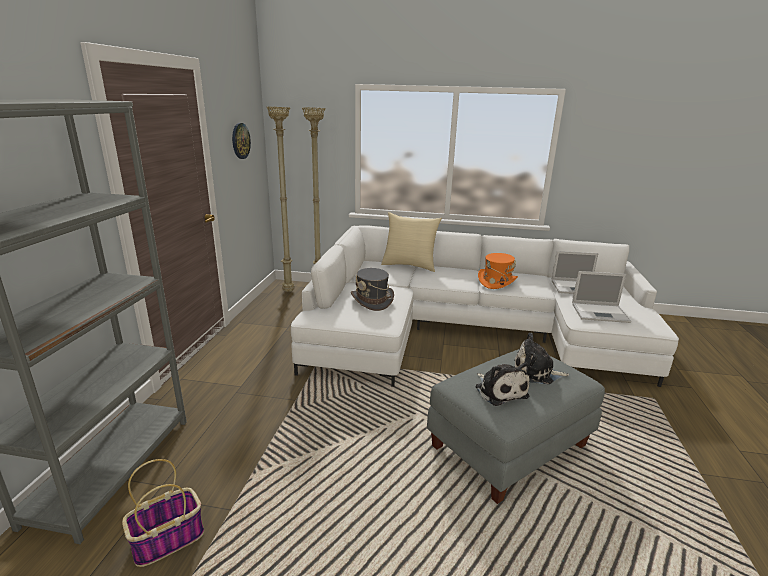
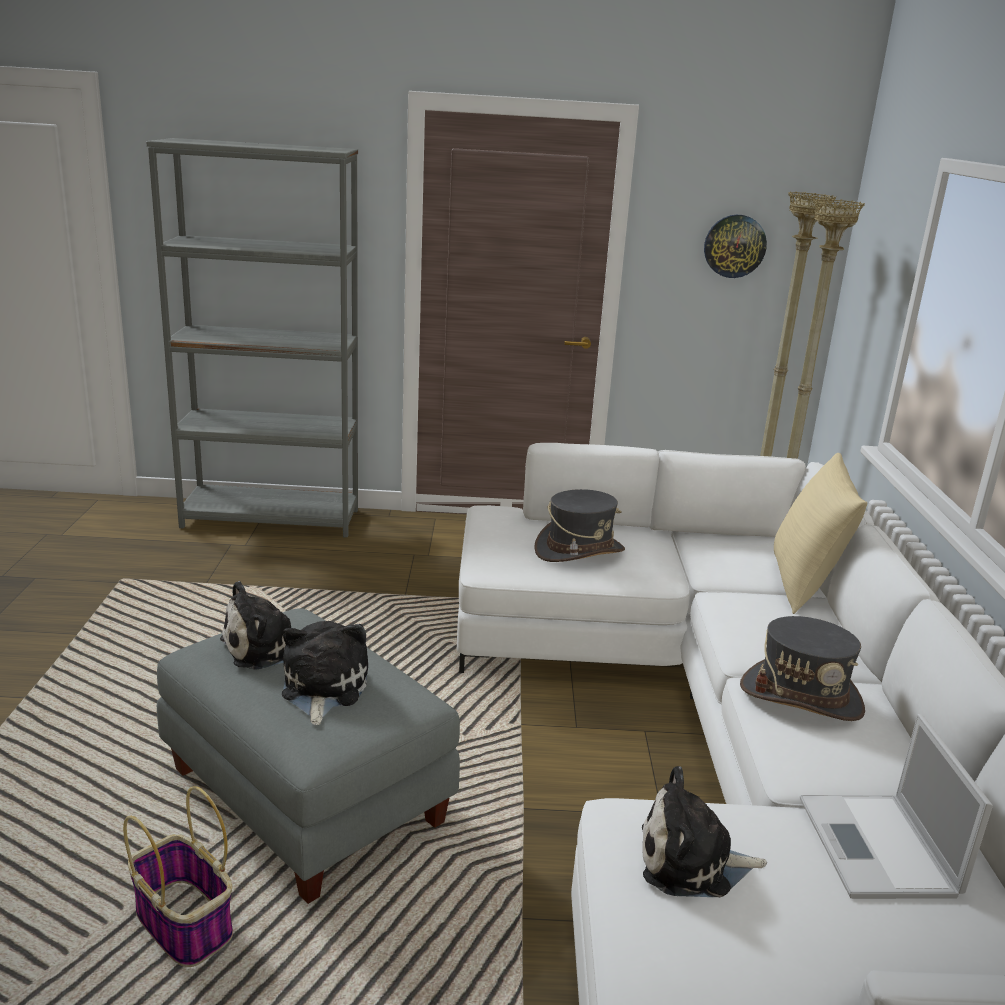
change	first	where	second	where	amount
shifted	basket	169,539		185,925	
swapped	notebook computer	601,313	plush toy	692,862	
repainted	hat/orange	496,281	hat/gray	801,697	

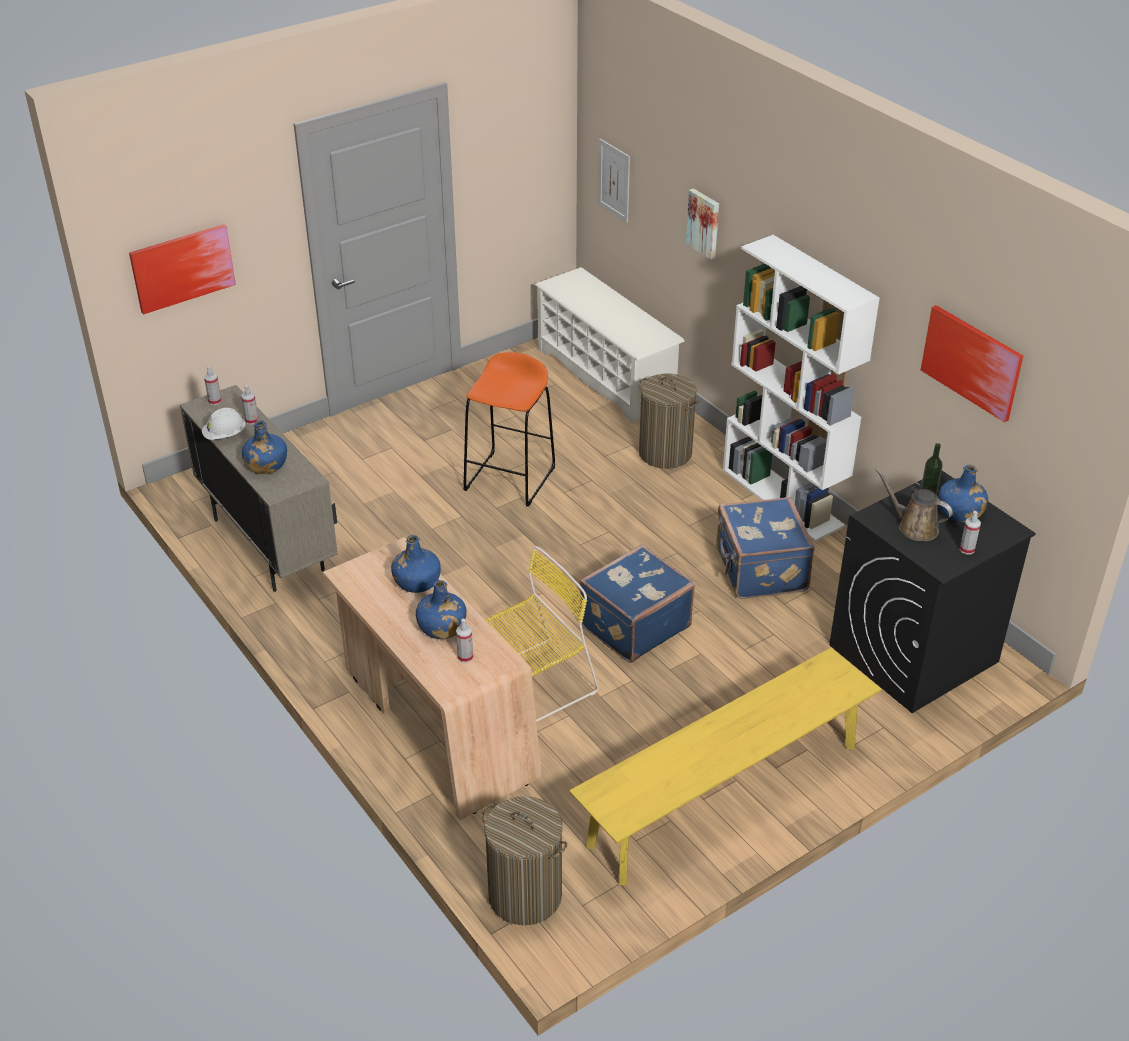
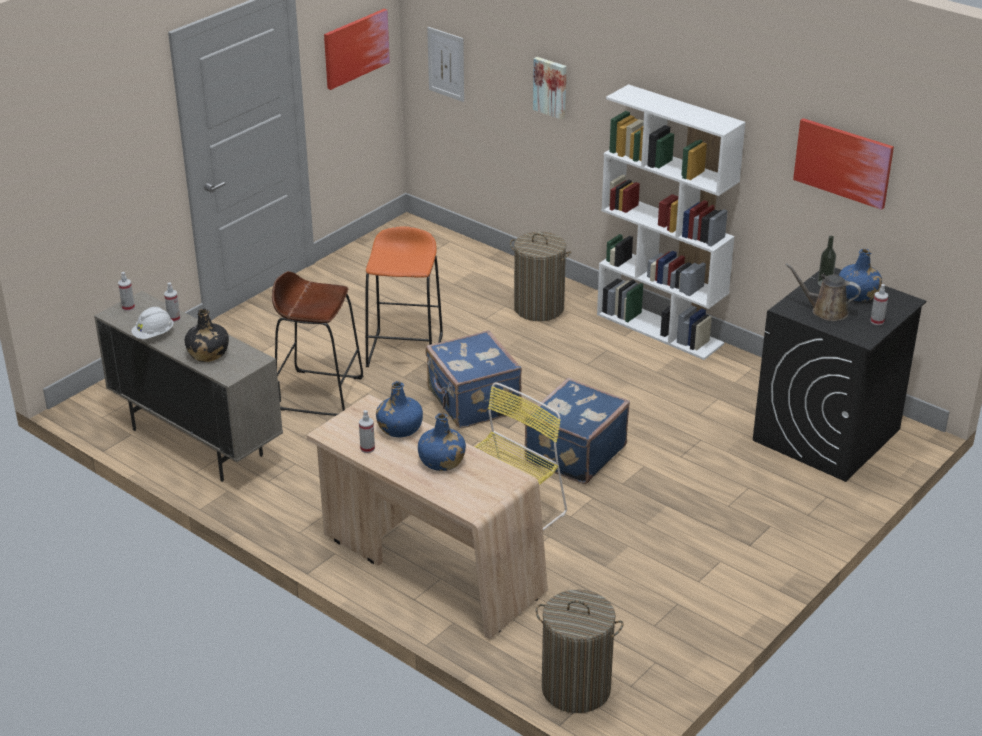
change	first	where	second	where	amount
repainted	drink bottle/blue-coloured	266,465	drink bottle/black-coloured	207,354	
new			stool seat/brownish	319,393	
shifted	picture	182,268		356,48	
shifted	spray bottle	465,657		367,448	
shifted	piece of luggage/blue-coloured	759,570		472,402	
gone	shoe stand/white	606,376			
gone	long seat/yellow	725,795			

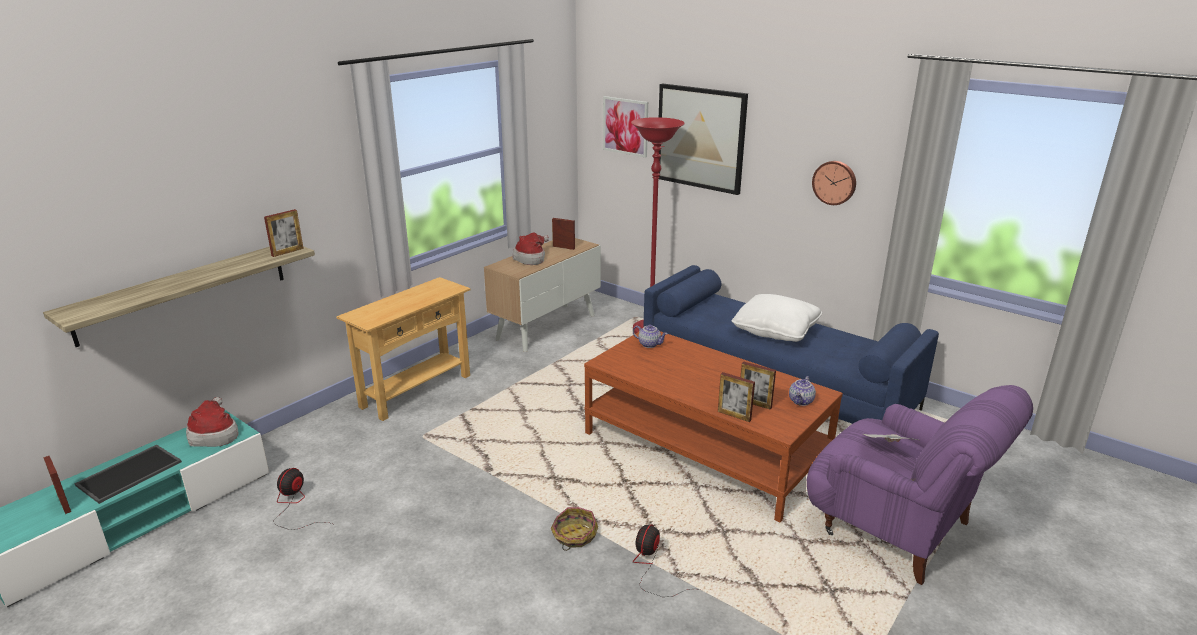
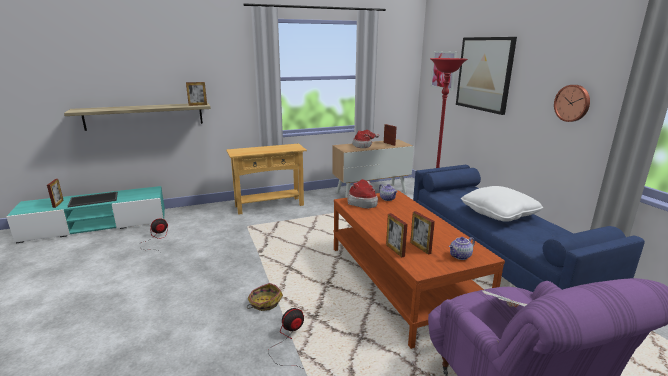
change	first	where	second	where	amount
shifted	hat	214,434		363,202	

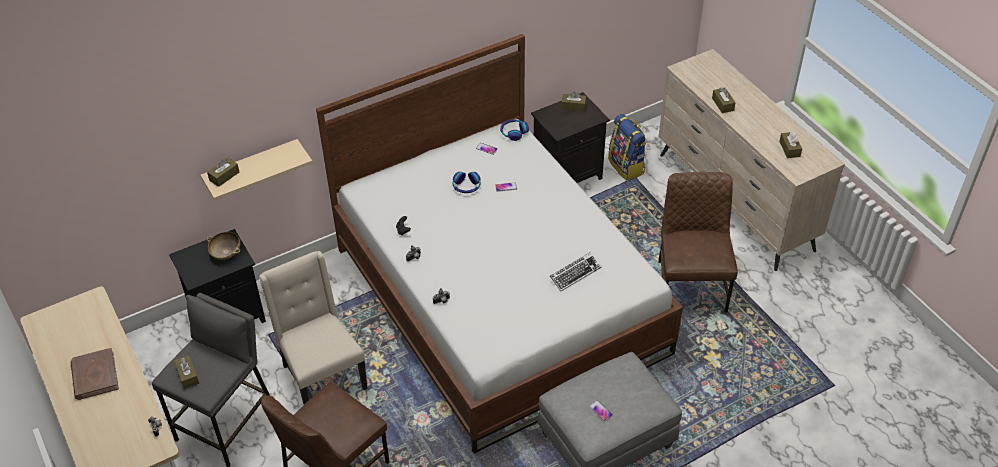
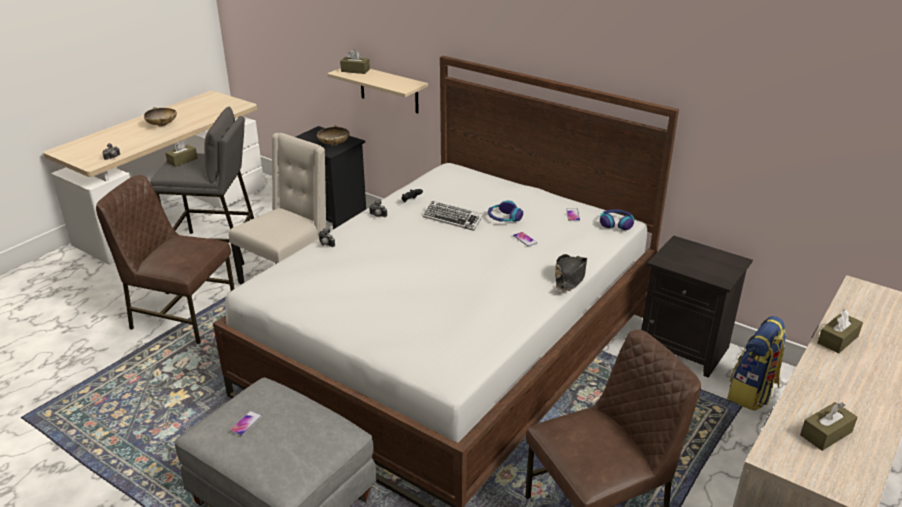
change	first	where	second	where	amount
swapped	bound book/brownish	94,376	bowl/beige	162,124	
shifted	PC keyboard	575,273		452,219	
new			hat/black-coloured	570,277	
gone	box of tissues/brownish	573,106			

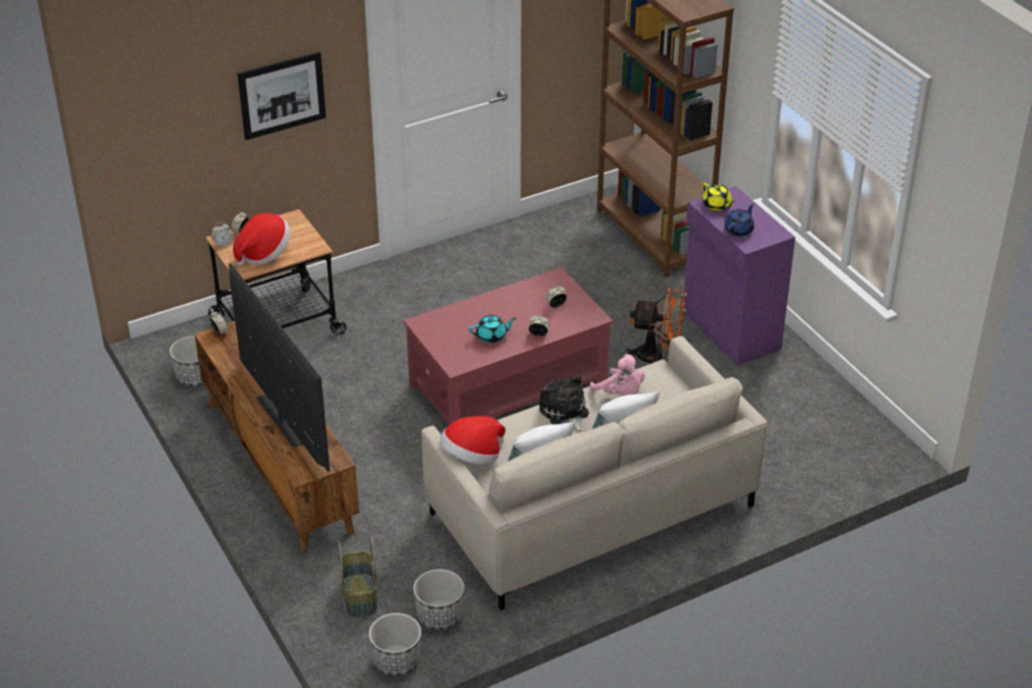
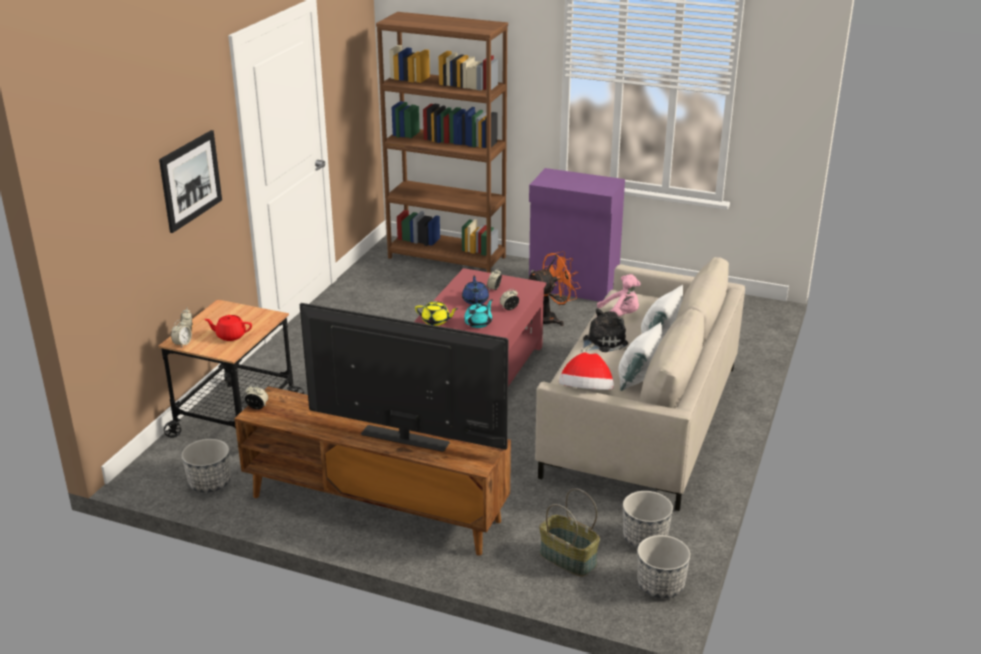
change	first	where	second	where	amount
swapped	hat	263,253	tea pot/red	230,336	
shifted	tea pot/yellow	716,205		436,321	
shifted	tea pot/blue-coloured	739,230		475,300	
rotated	plush toy	564,413		602,342	120 degrees clockwise

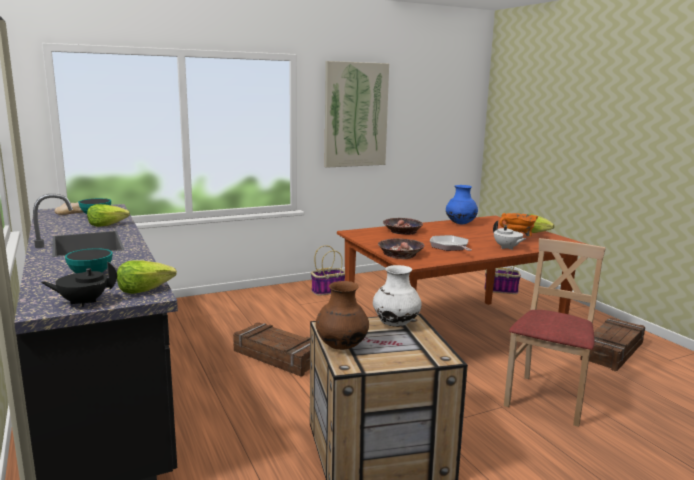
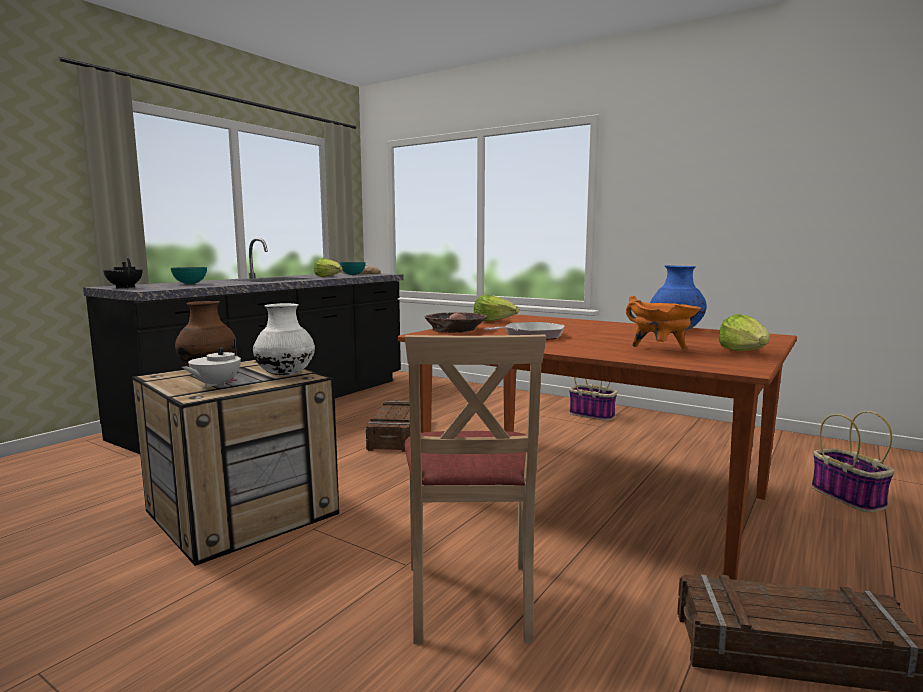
change	first	where	second	where	amount
shifted	tea pot/white	507,248		215,385	
rotated	upright chair/beige	547,399		470,599	90 degrees clockwise
shifted	lettuce	144,290		494,321	
gone	picture	355,115			
gone	bowl	402,231			

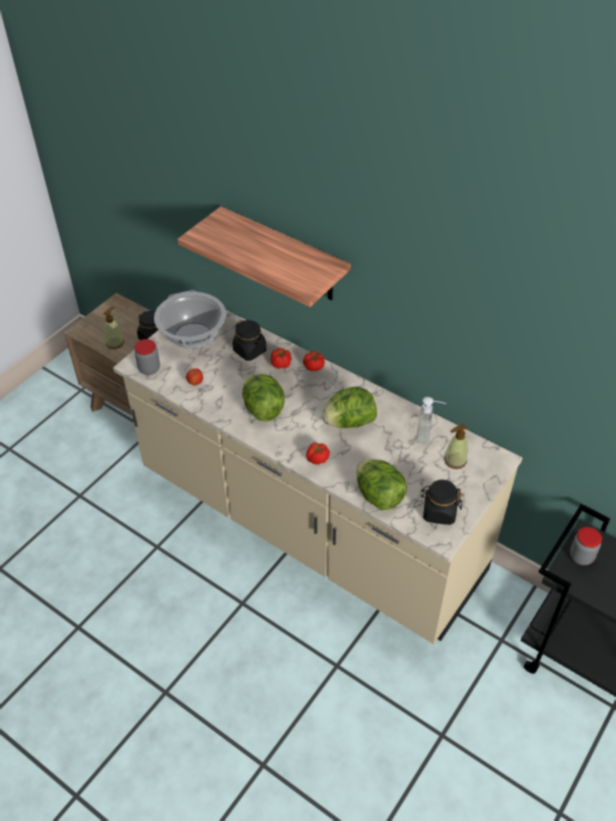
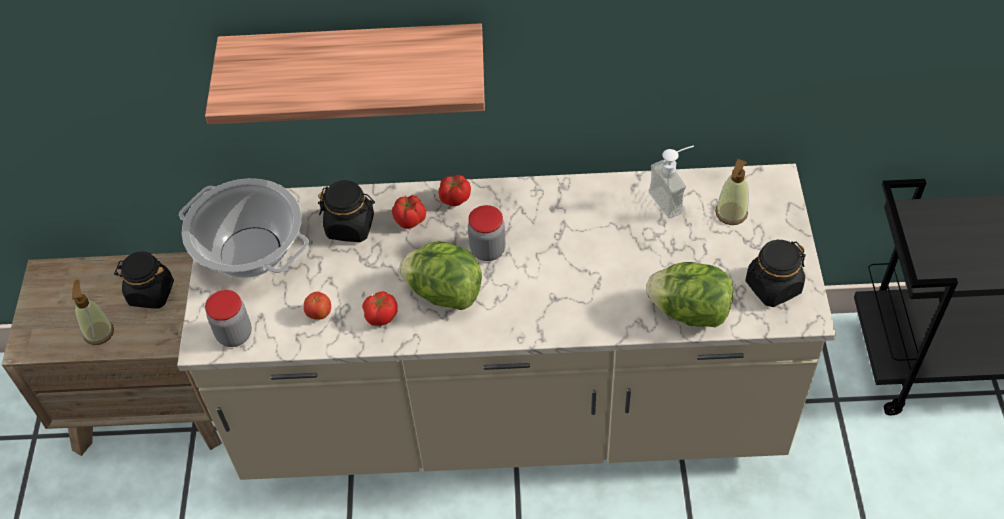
change	first	where	second	where	amount
shifted	fresh tomato	317,459		381,316	
shifted	jar	581,556		488,250	
gone	lettuce	349,422			

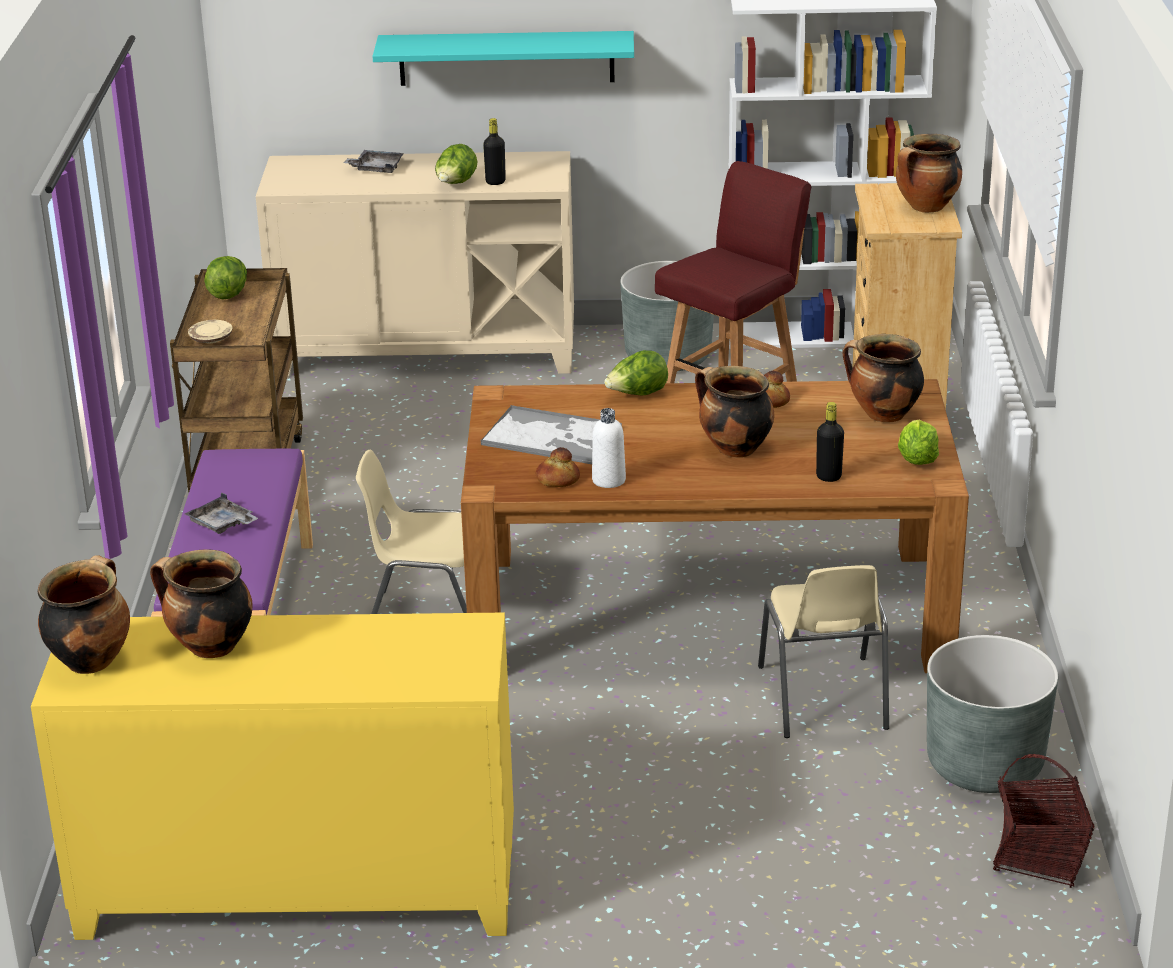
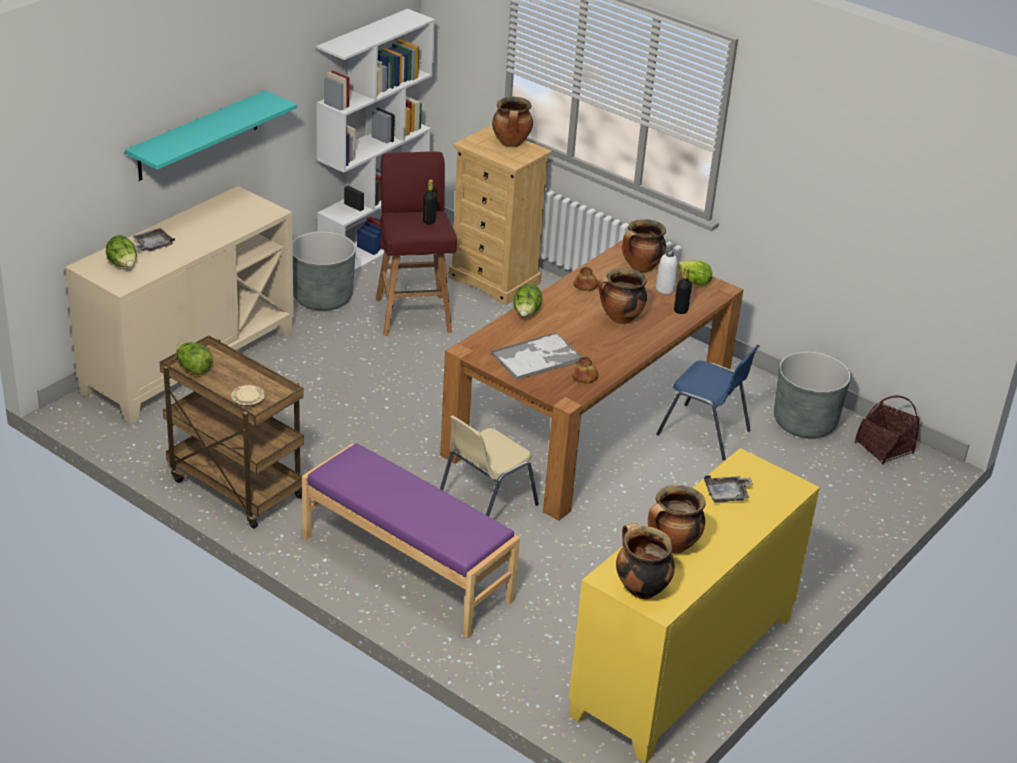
change	first	where	second	where	amount
shifted	lettuce	456,184		123,265	
shifted	drink bottle/black-coloured	495,182		429,221	
shifted	drink bottle/white	608,480		665,289	
repainted	upright chair/beige	823,699	upright chair/blue-coloured	705,433	
shifted	carrying tray/gray	222,524		727,495	

